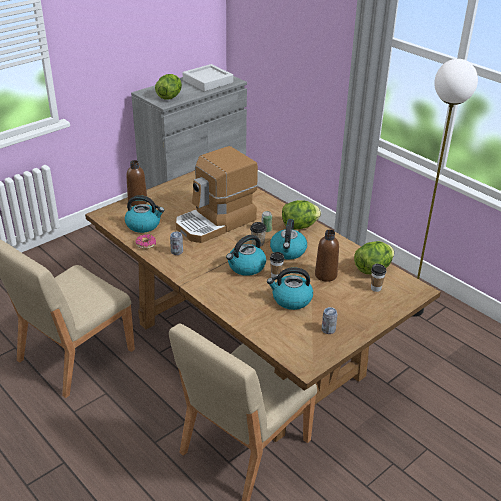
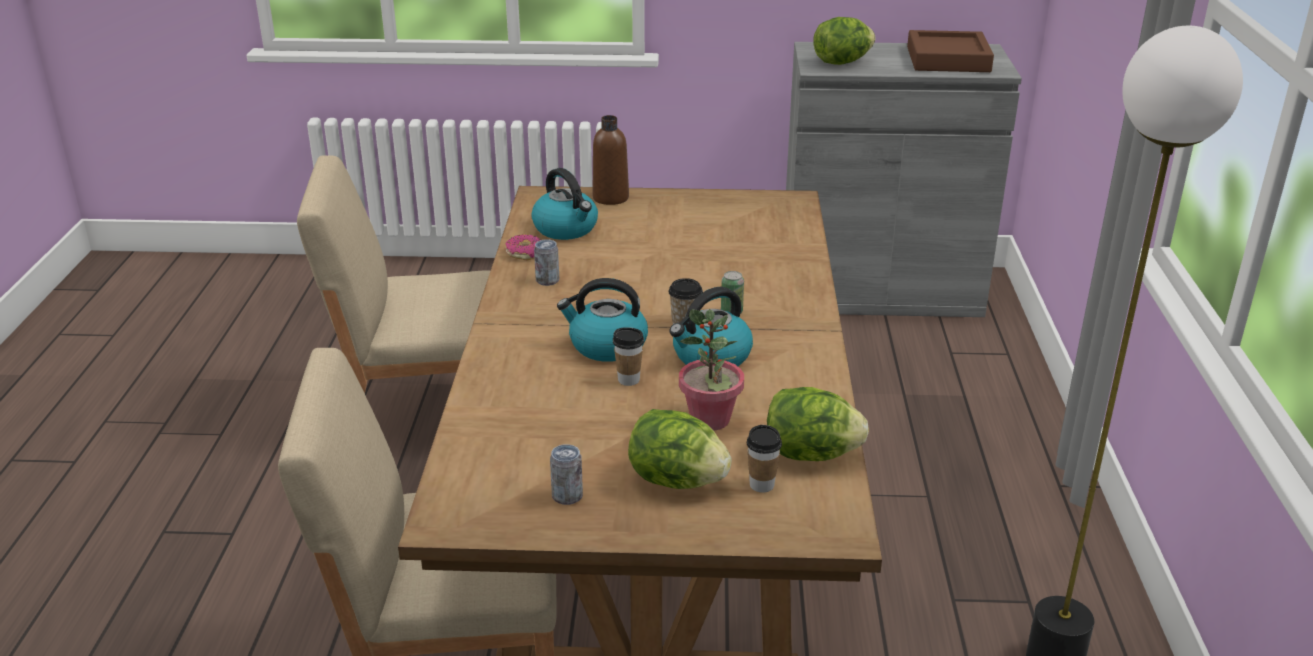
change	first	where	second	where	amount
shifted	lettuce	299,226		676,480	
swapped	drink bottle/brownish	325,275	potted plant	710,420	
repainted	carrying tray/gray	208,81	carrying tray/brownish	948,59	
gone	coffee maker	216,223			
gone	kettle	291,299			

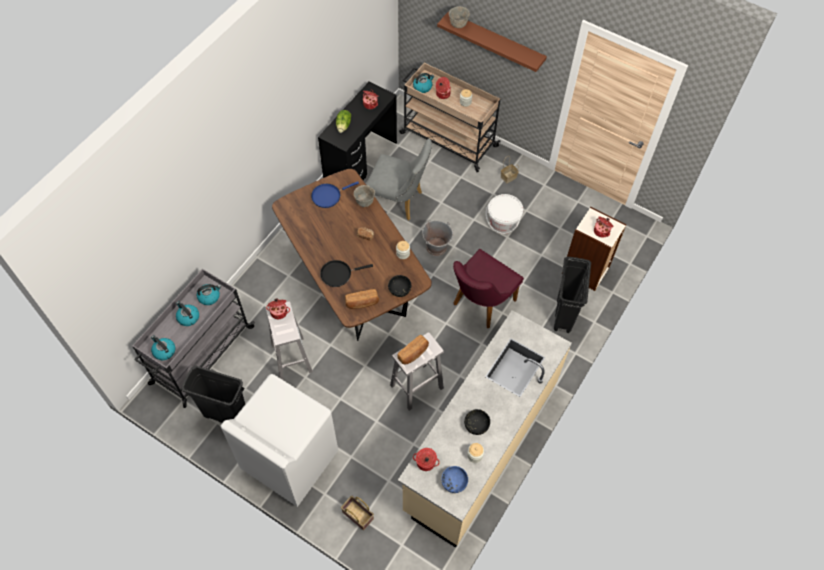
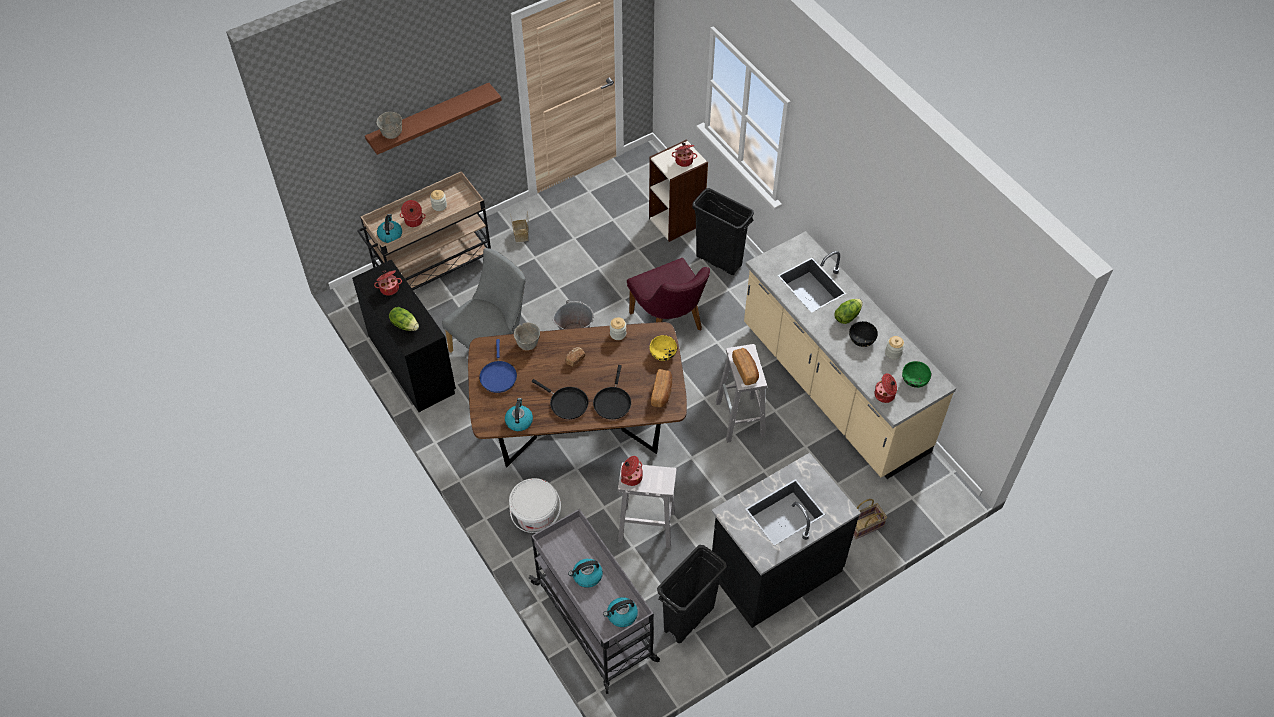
change	first	where	second	where	amount
shifted	kettle	209,296		519,421	
shifted	bucket/white	503,223		535,516	
new			pan/black-coloured	566,403	
repainted	bowl/black-coloured	399,290	bowl/yellow	663,353	
swapped	washing machine/white	290,460	kitchen base unit/black-coloured	774,570	
new			lettuce	847,316	
repainted	bowl/blue-coloured	454,482	bowl/greenish	914,380	

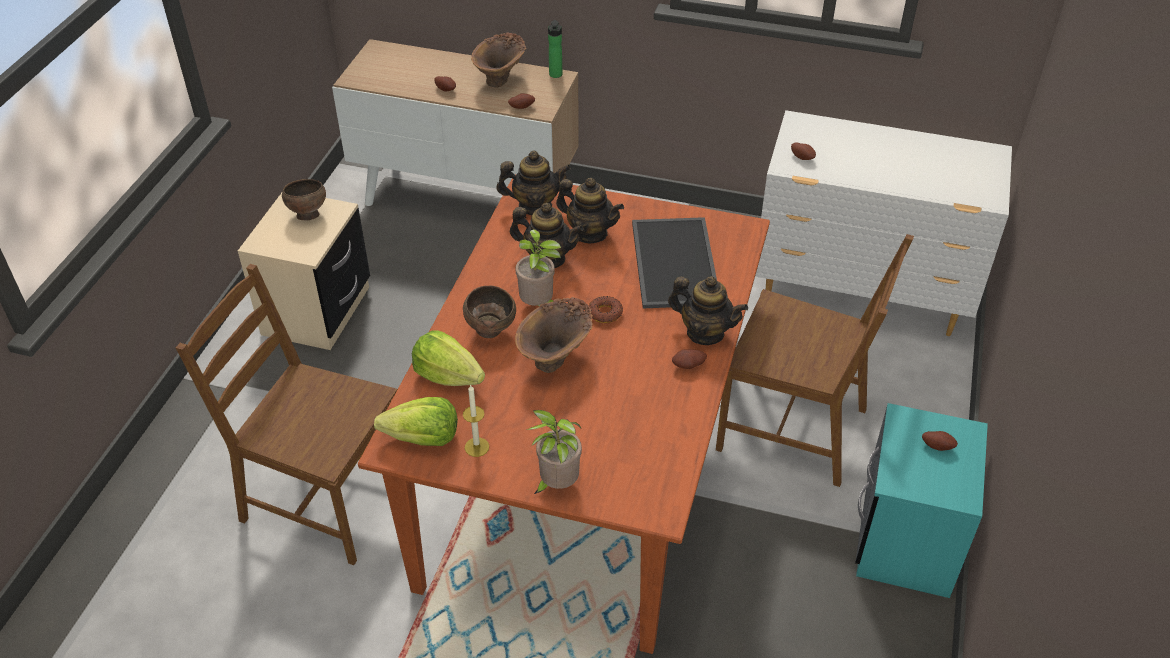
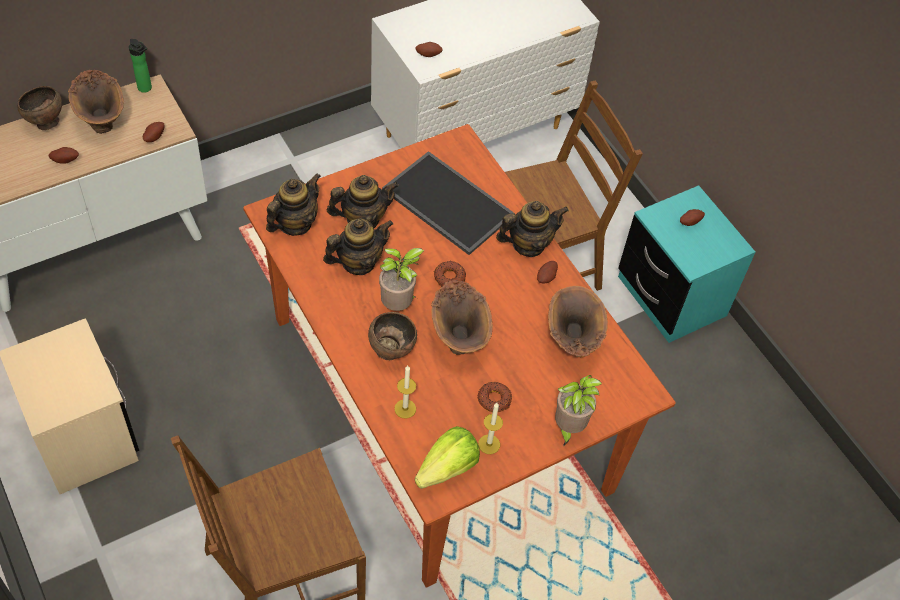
change	first	where	second	where	amount
shifted	bowl/brownish	307,215		45,123	
swapped	lettuce	448,376	candle	405,408	
new			doughnut	494,399	
new			decorative vase/brownish	571,342	

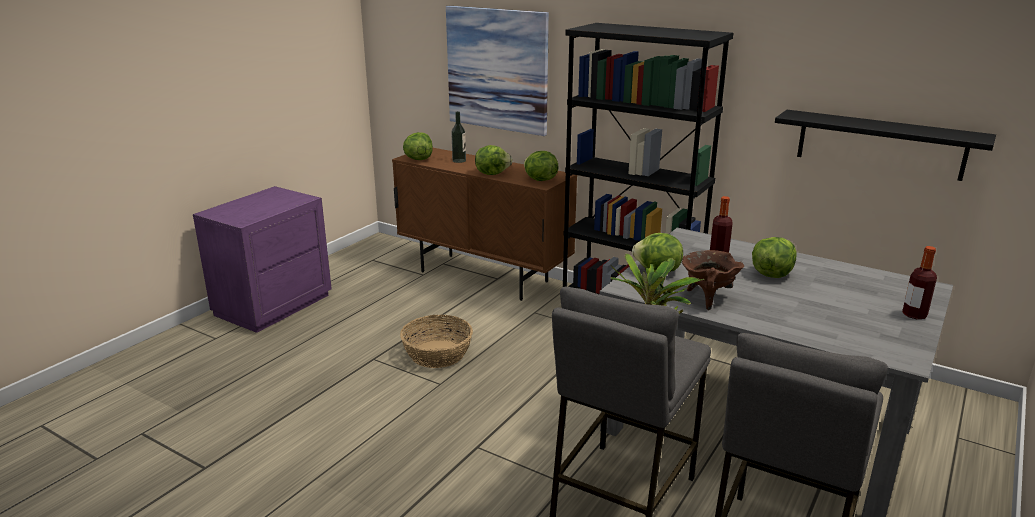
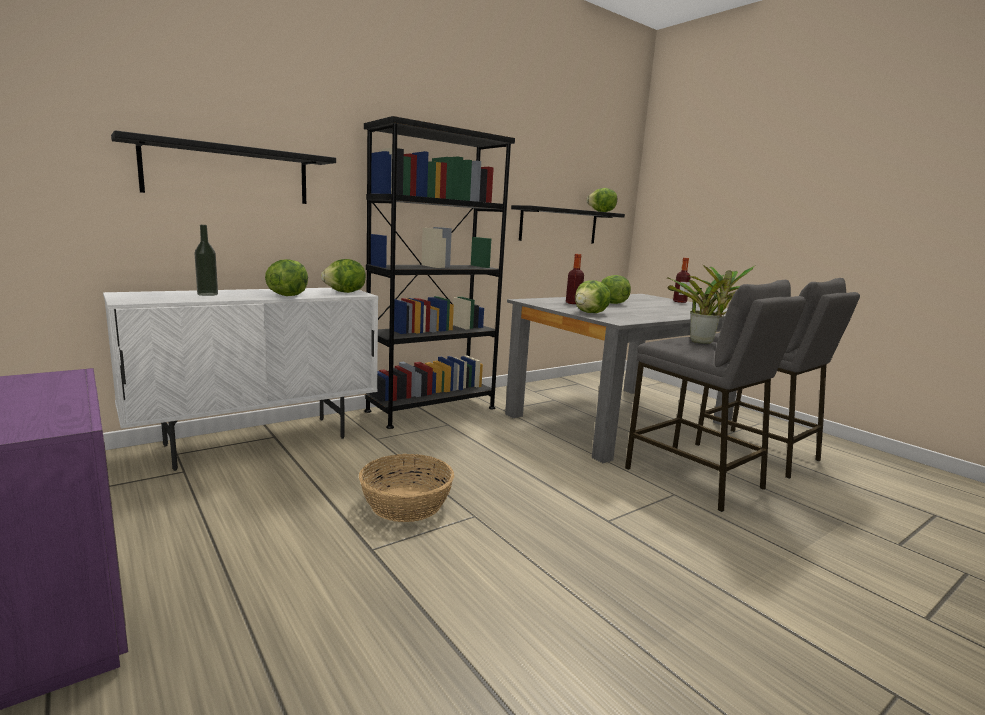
change	first	where	second	where	amount
repainted	cabinet/brownish	484,277	cabinet/white	258,441	
swapped	picture	497,69	wall shelf/black-coloured	228,173	
shifted	lettuce	418,159		601,212	
gone	cooking pot/brownish	707,298			

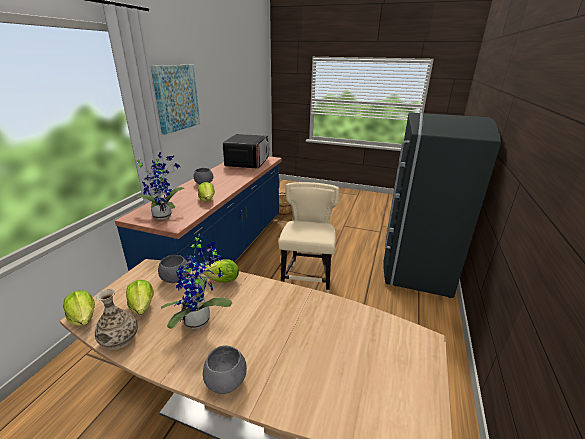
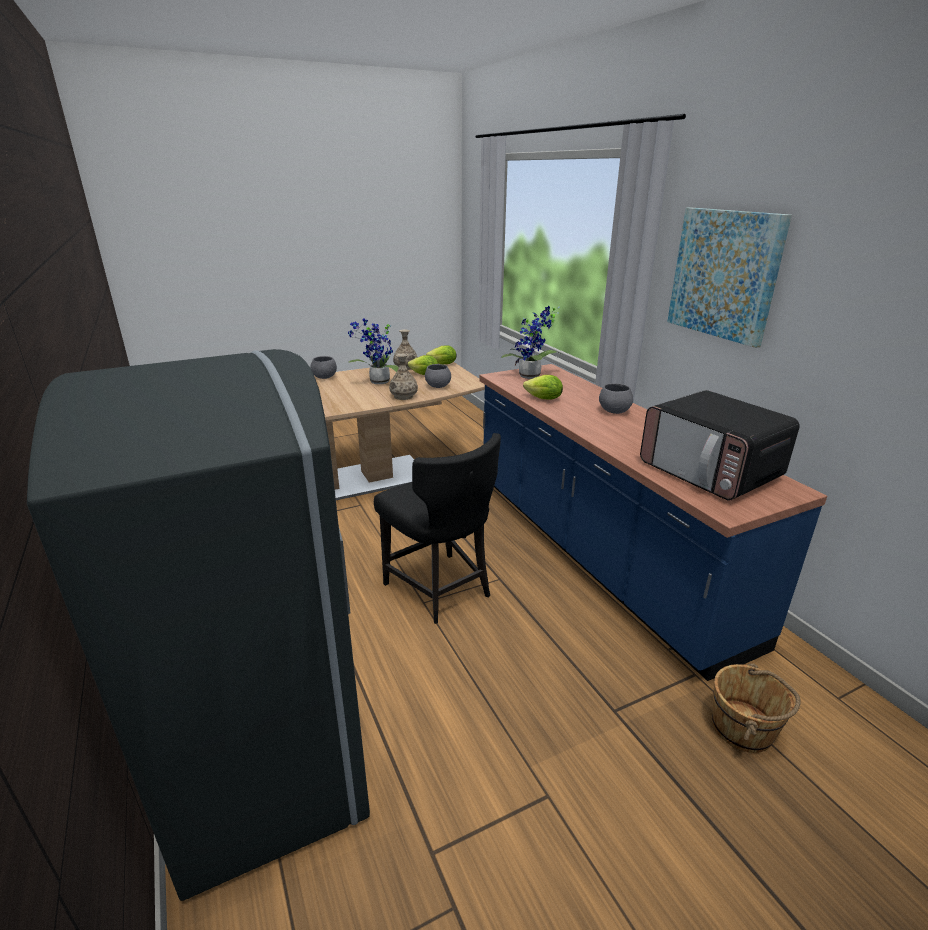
change	first	where	second	where	amount
repainted	upright chair/beige	307,278	upright chair/black-coloured	440,589	
swapped	lettuce	223,280	decorative vase	403,396	

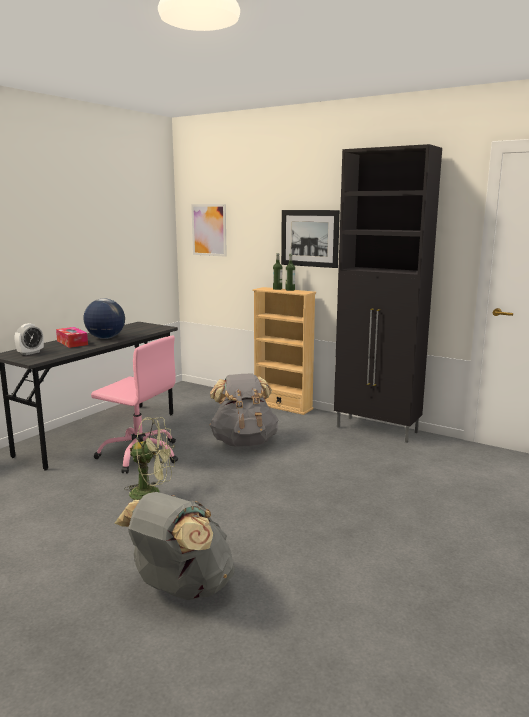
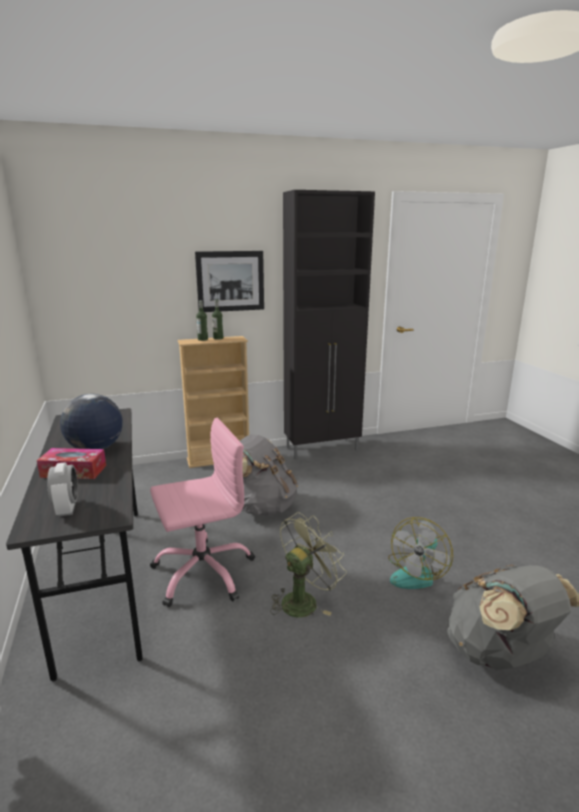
change	first	where	second	where	amount
new			electric fan	416,573	
gone	picture	209,230			

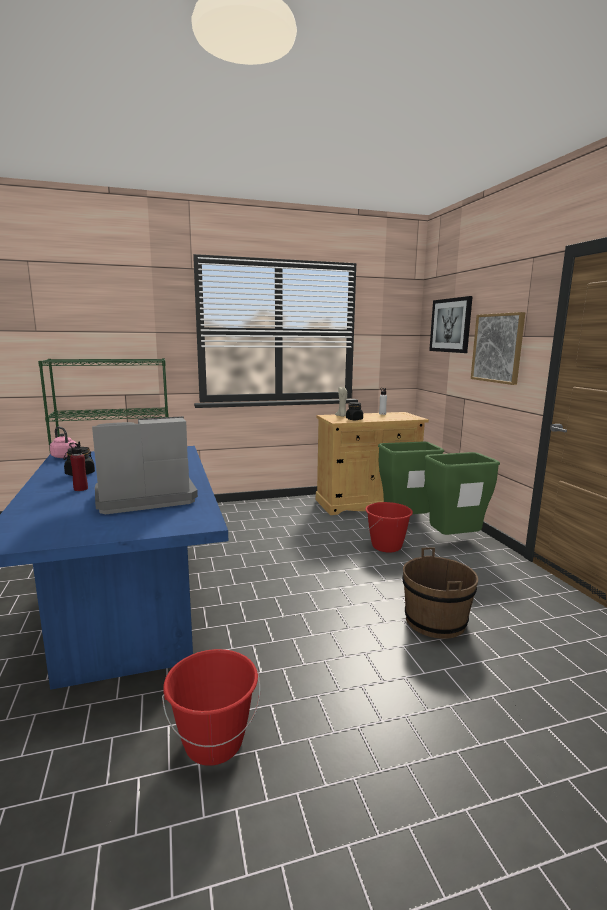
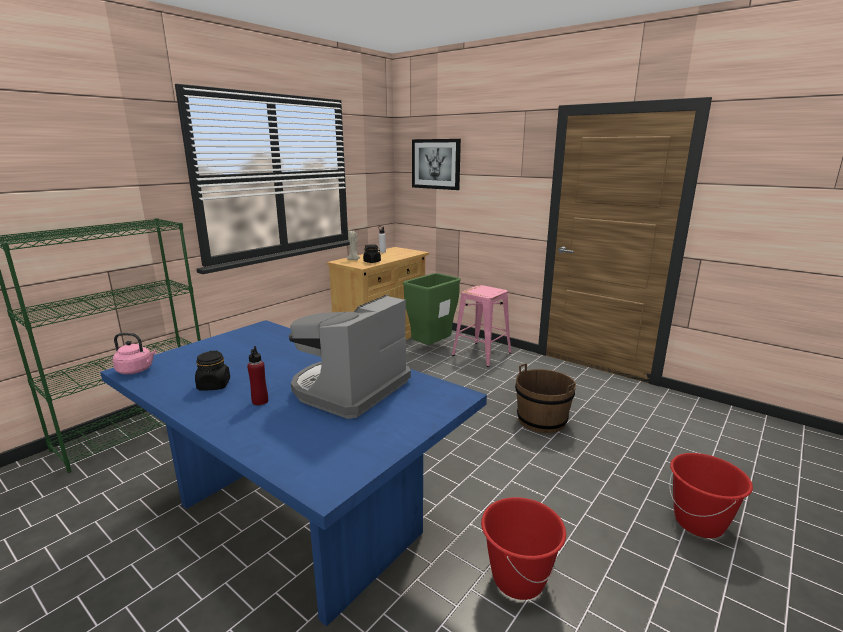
change	first	where	second	where	amount
swapped	waste bin/greenish	453,540	stool seat/pinkish	482,354	
shifted	bucket/red	387,546		699,522	
gone	picture	497,348			

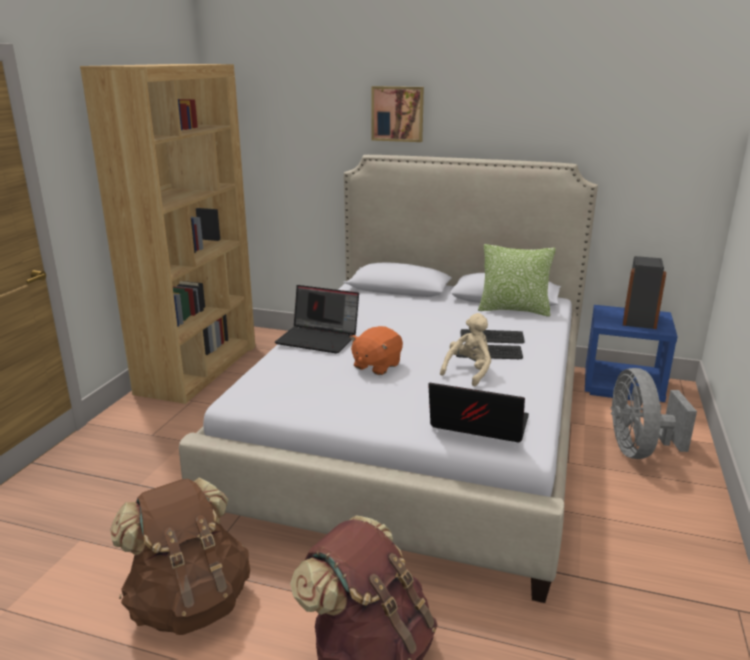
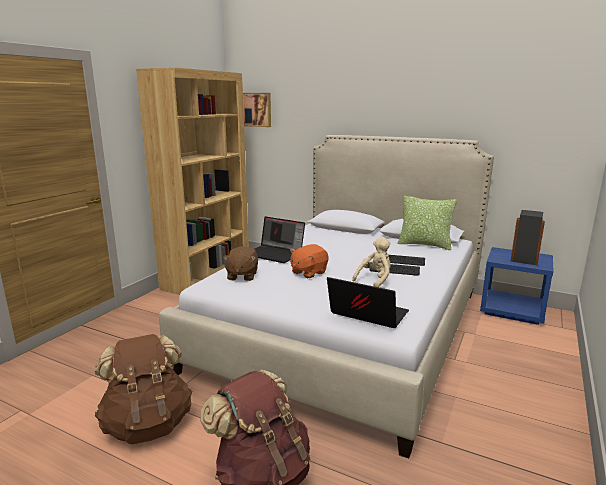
change	first	where	second	where	amount
new			plush toy/brownish	242,276	
shifted	picture	397,113		256,109	
gone	electric fan/gray	638,450			

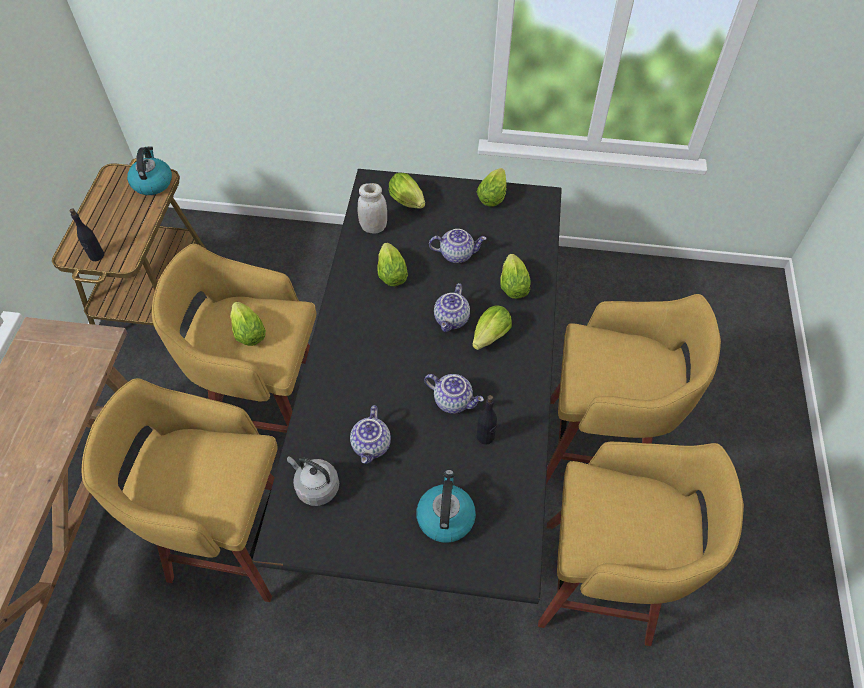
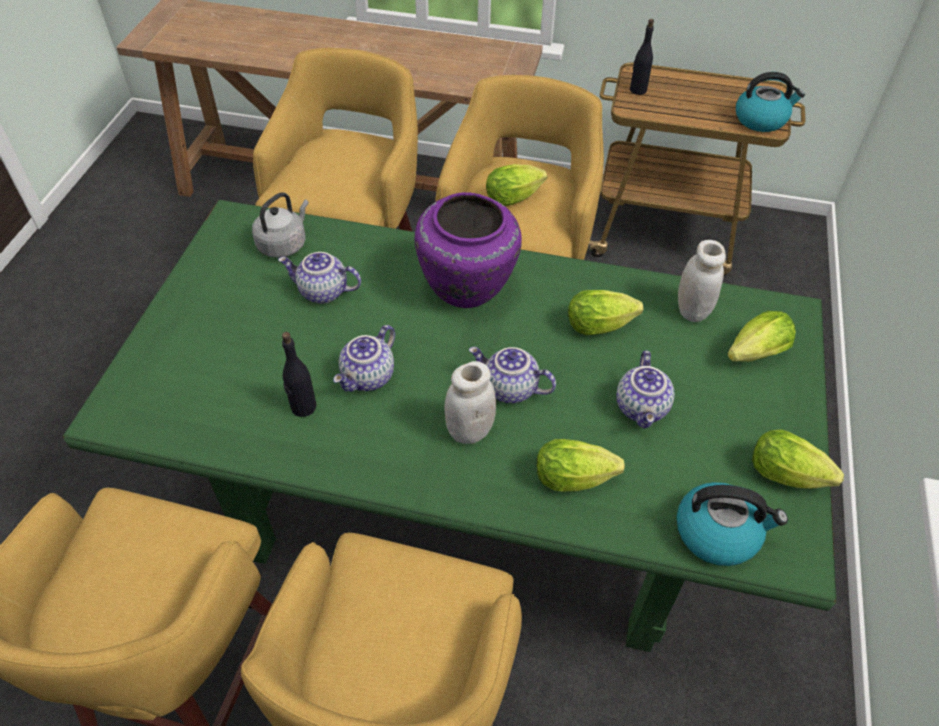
change	first	where	second	where	amount
repainted	dinner table/black-coloured	430,428	dinner table/greenish	470,496	
new			decorative vase/purplish	467,289	
swapped	lettuce	488,338	jar/white	469,431	
shifted	kettle	445,516		718,532	

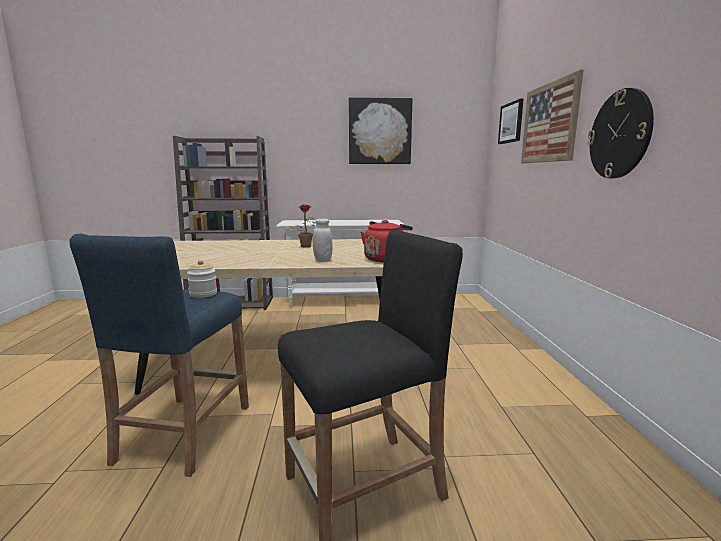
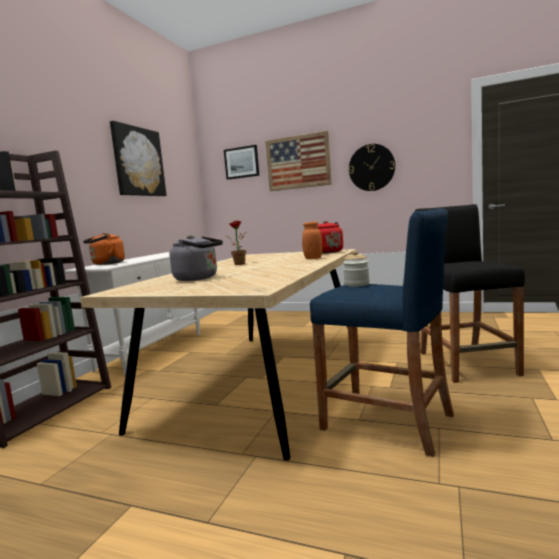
change	first	where	second	where	amount
new			kettle/orange	106,264	
new			kettle/gray	199,278	
repainted	jar/white	322,260	jar/orange	313,258	

